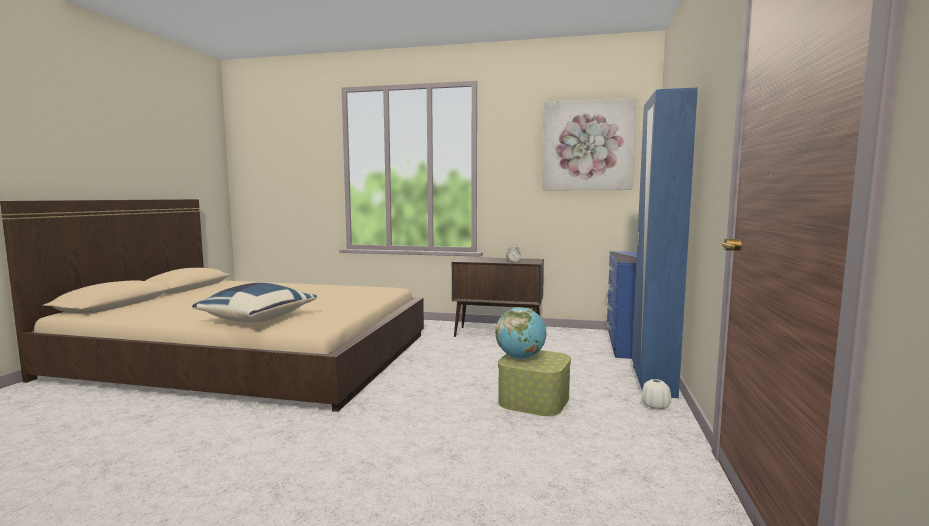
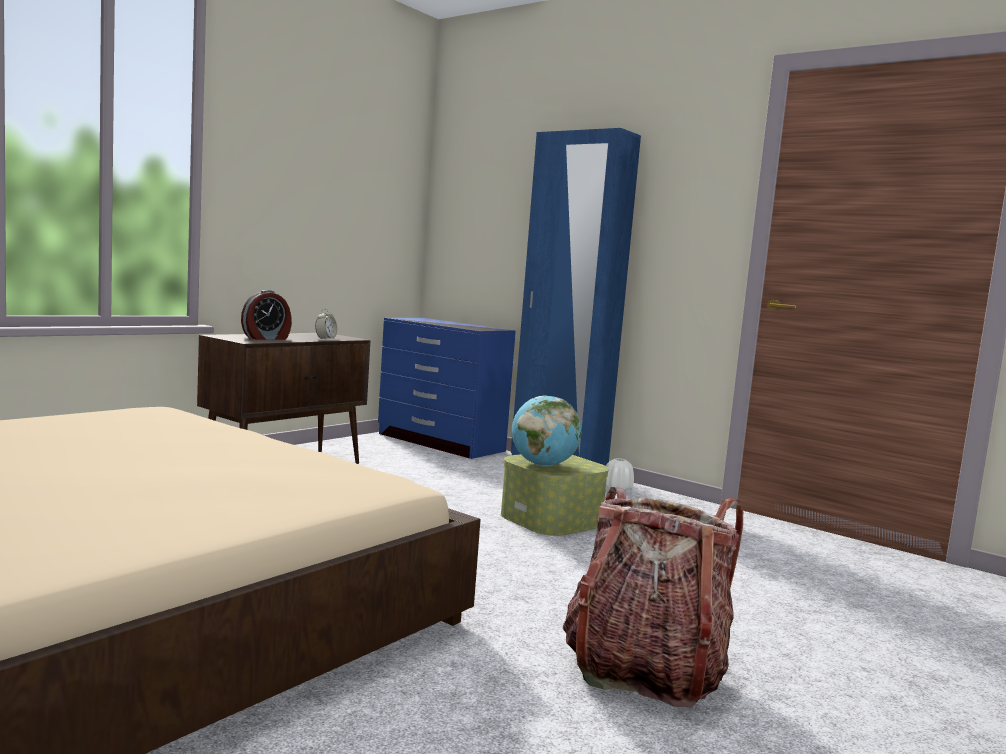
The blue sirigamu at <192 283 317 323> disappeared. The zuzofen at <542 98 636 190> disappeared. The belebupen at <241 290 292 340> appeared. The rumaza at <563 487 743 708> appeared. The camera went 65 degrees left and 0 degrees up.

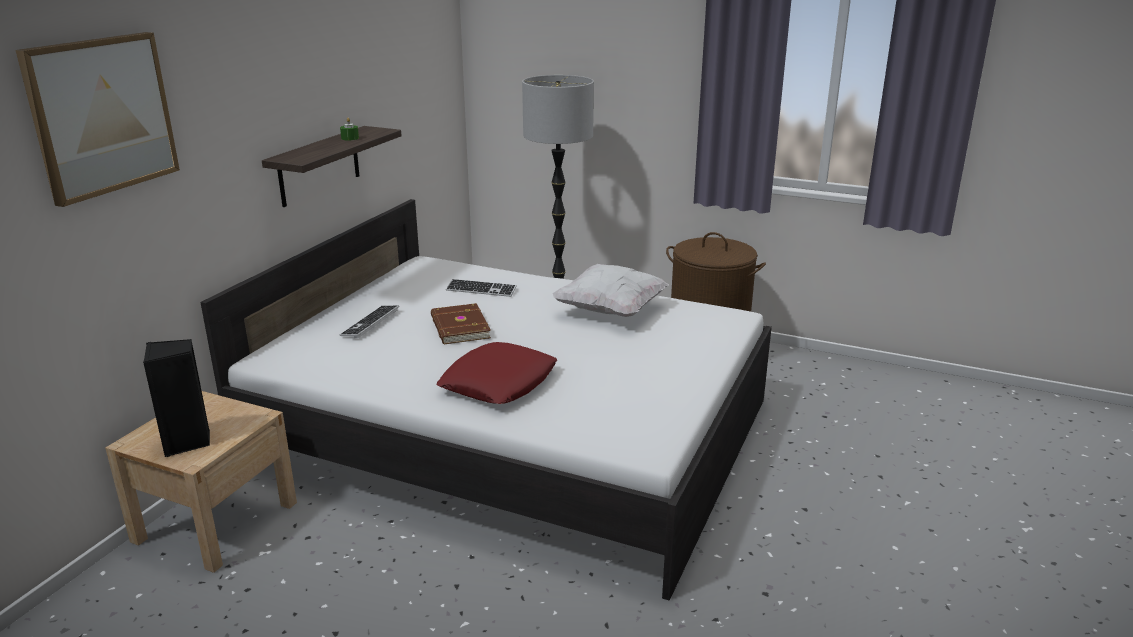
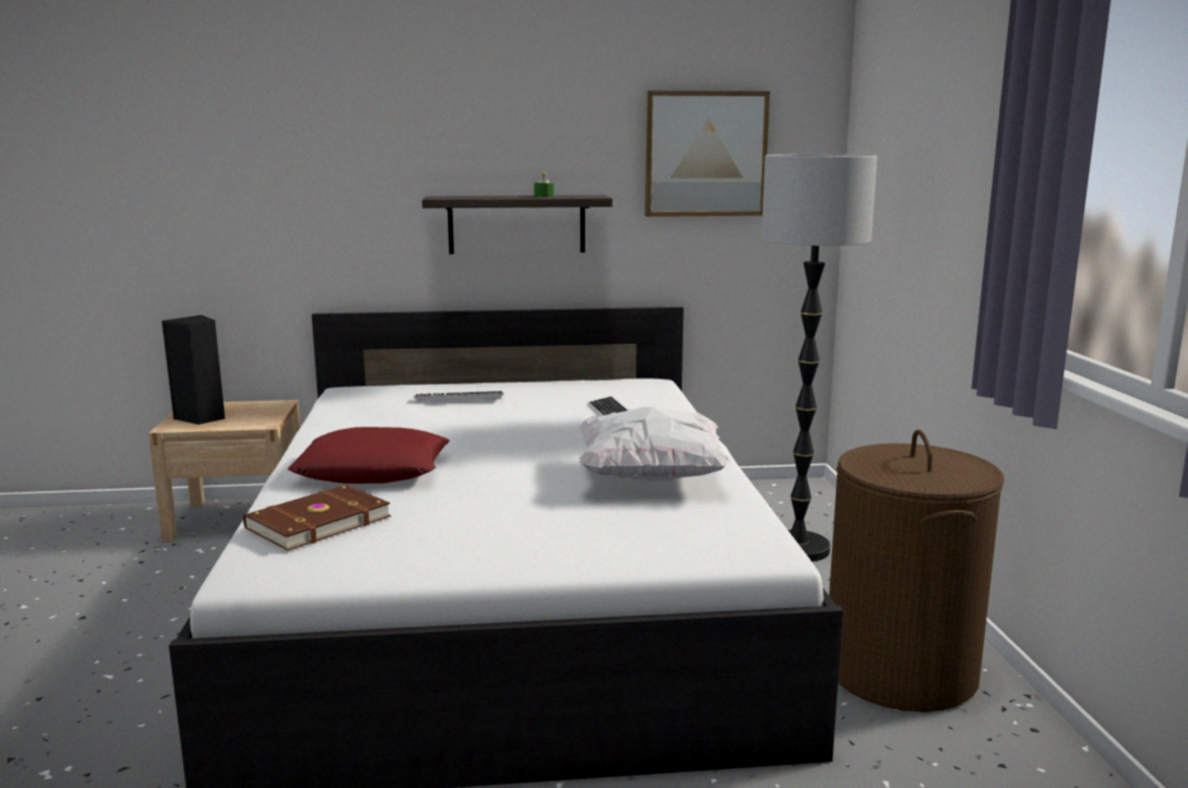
The zuzofen moved from <16 32 180 207> to <645 91 770 217>. The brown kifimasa moved from <431 303 491 344> to <243 485 391 551>. The camera went 60 degrees right and 10 degrees down.

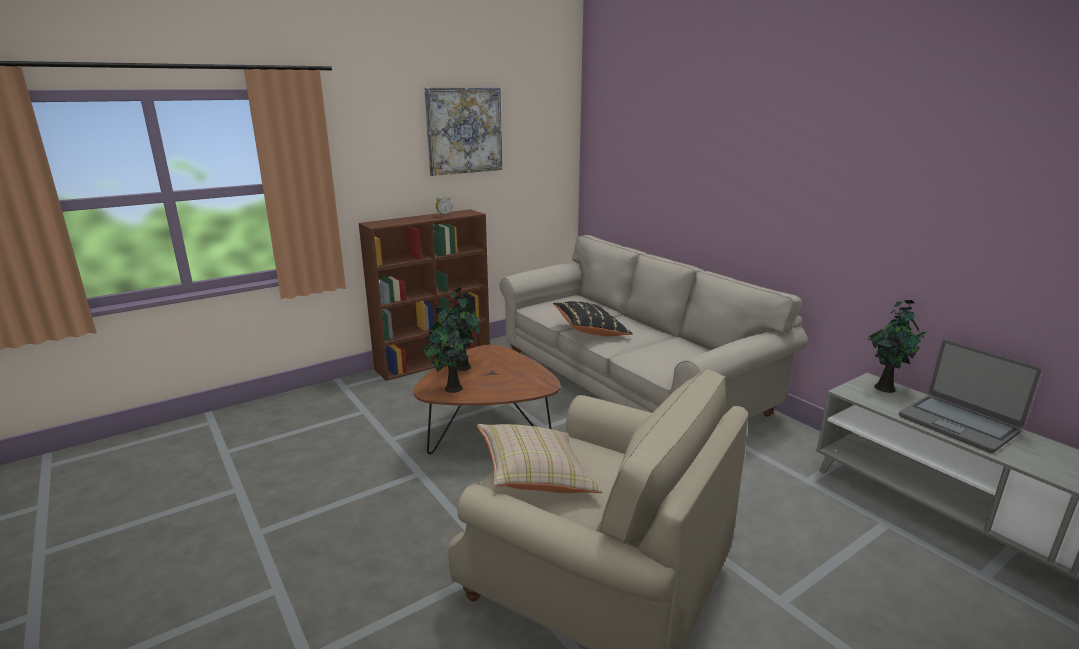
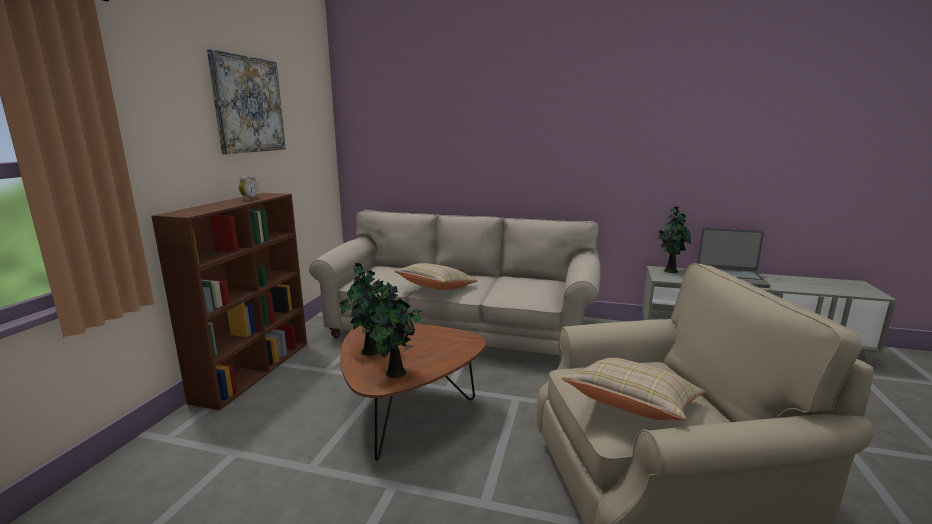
The black sirigamu at <553 301 632 337> became the beige sirigamu at <394 263 478 290>. The camera went 40 degrees left and 5 degrees down.

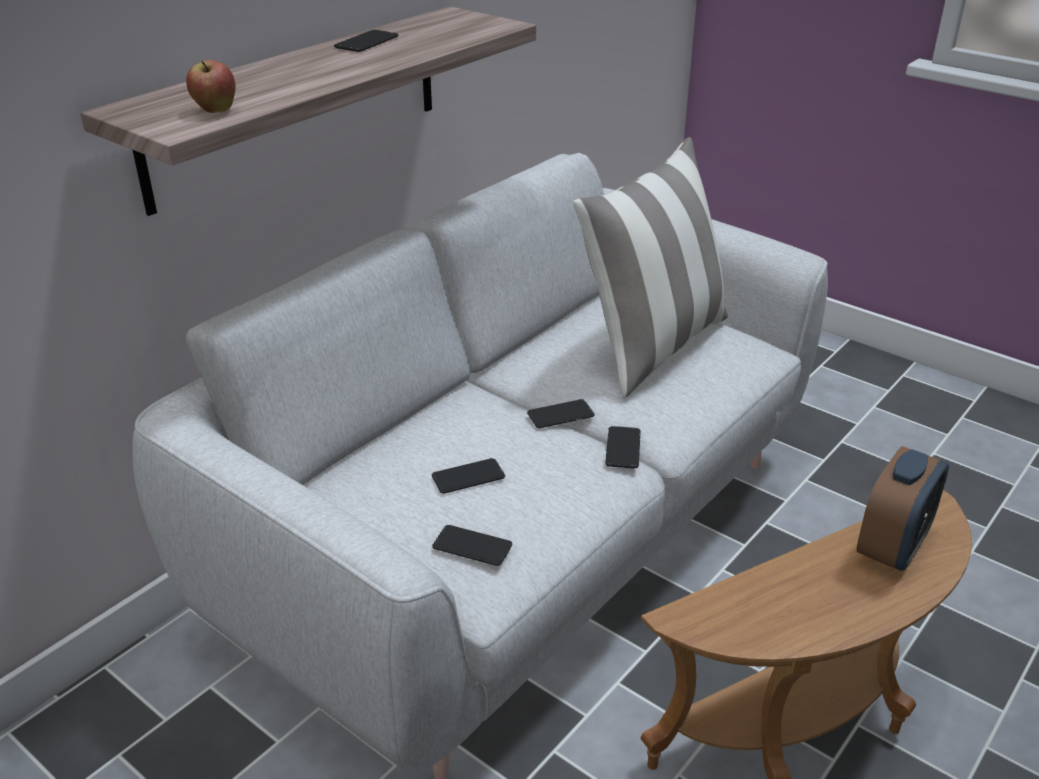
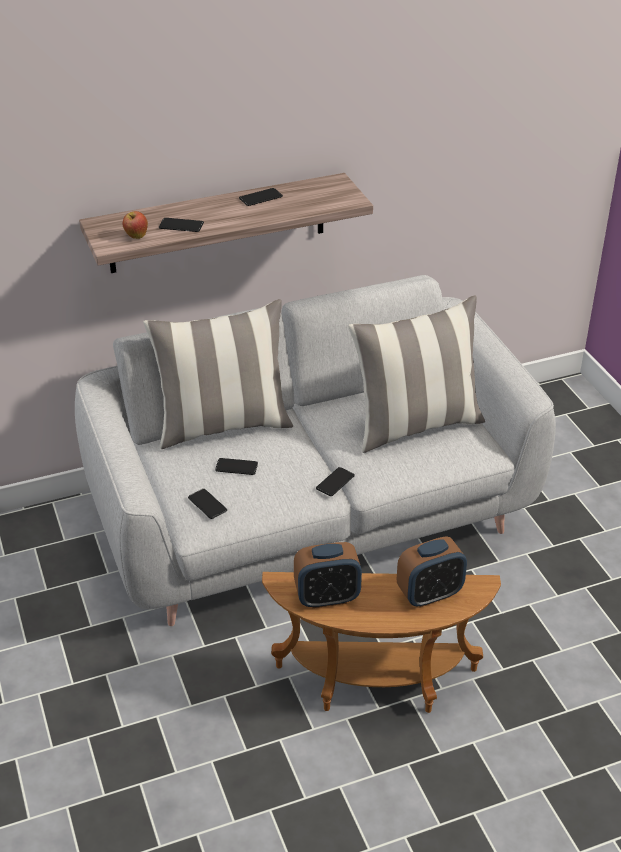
The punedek moved from <527 399 594 428> to <159 218 204 232>. The sirigamu at <143 299 293 449> appeared. The belebupen at <294 542 362 608> appeared. The camera went 30 degrees right and 5 degrees up.

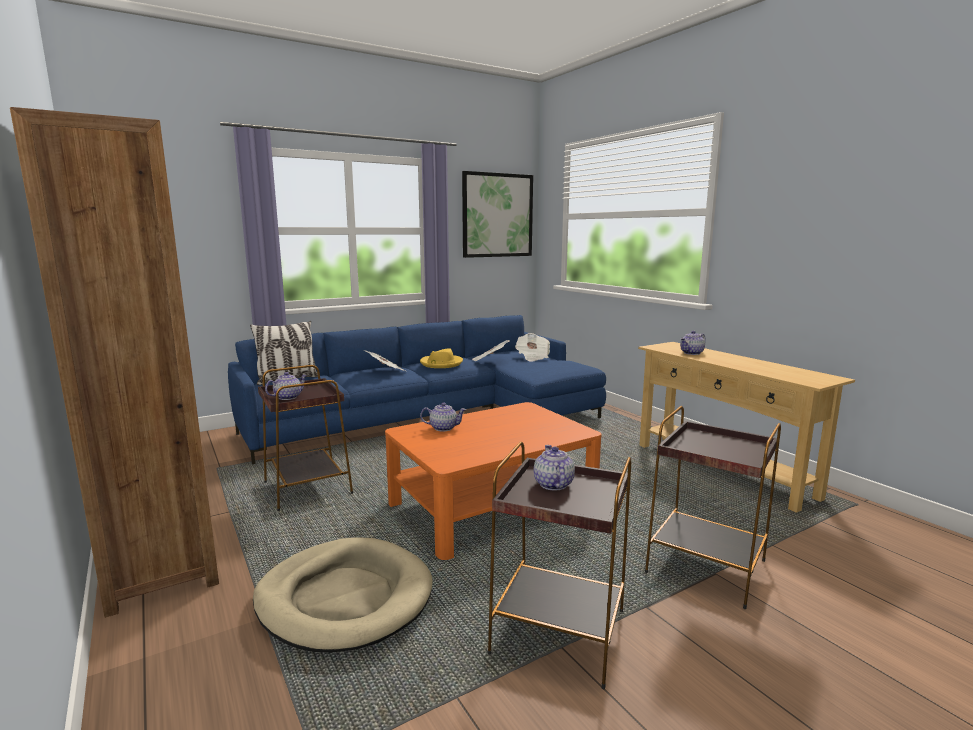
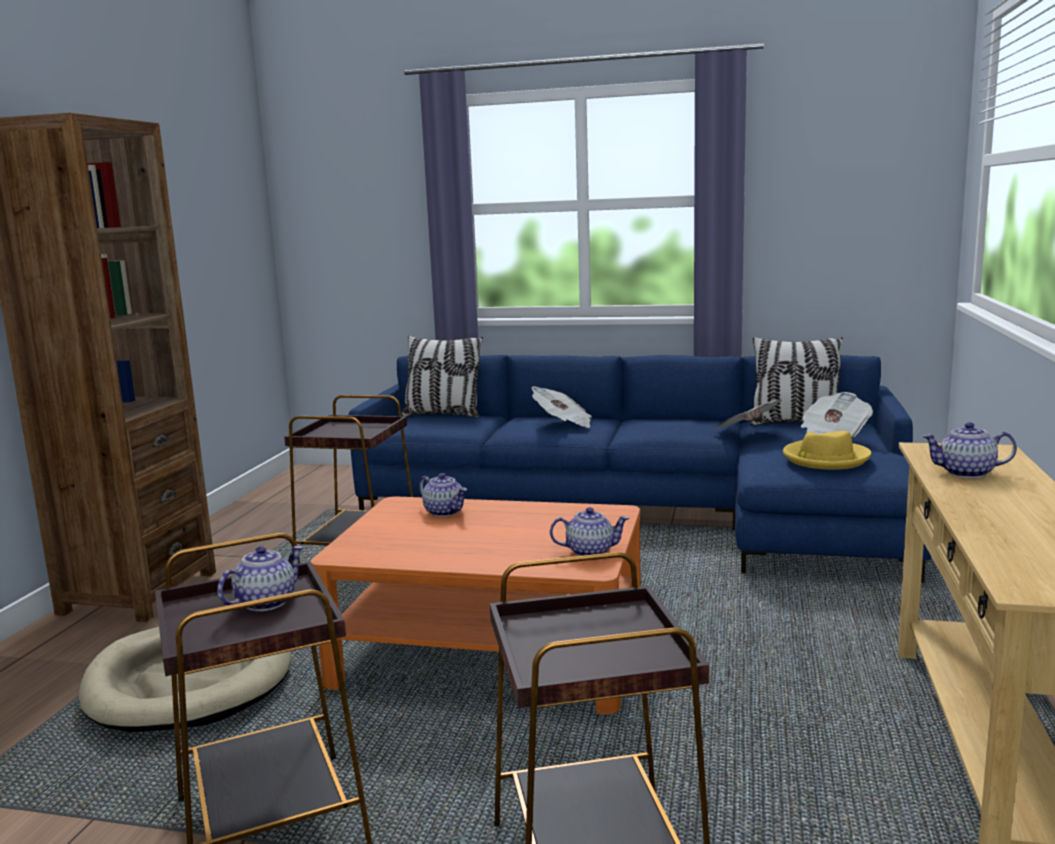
The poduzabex moved from <265 372 307 400> to <550 507 629 556>. The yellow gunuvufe moved from <420 349 463 368> to <783 431 871 469>. The zuzofen at <462 171 533 258> disappeared. The sirigamu at <750 337 843 425> appeared. The camera went 45 degrees right and 0 degrees up.

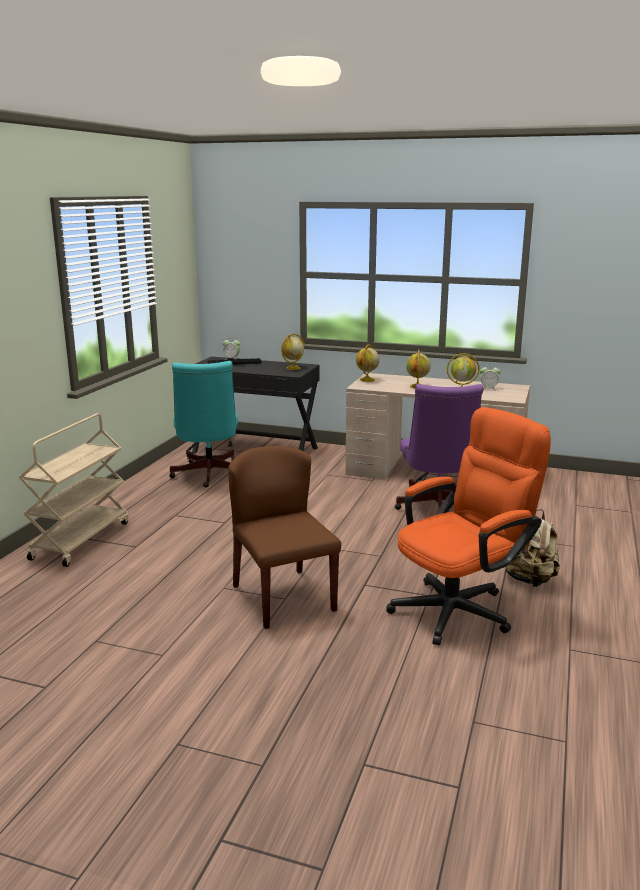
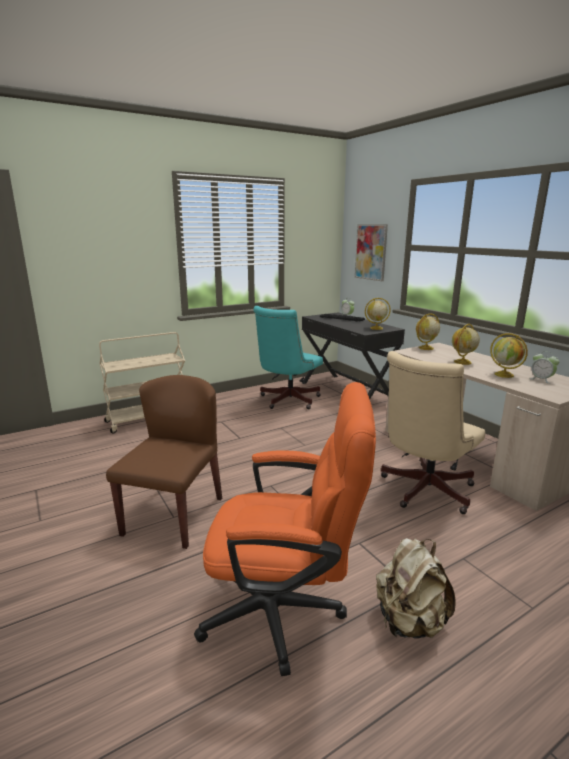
The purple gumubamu at <395 384 483 510> became the beige gumubamu at <381 351 485 514>. The zuzofen at <355 224 388 281> appeared. The camera went 40 degrees right and 0 degrees up.

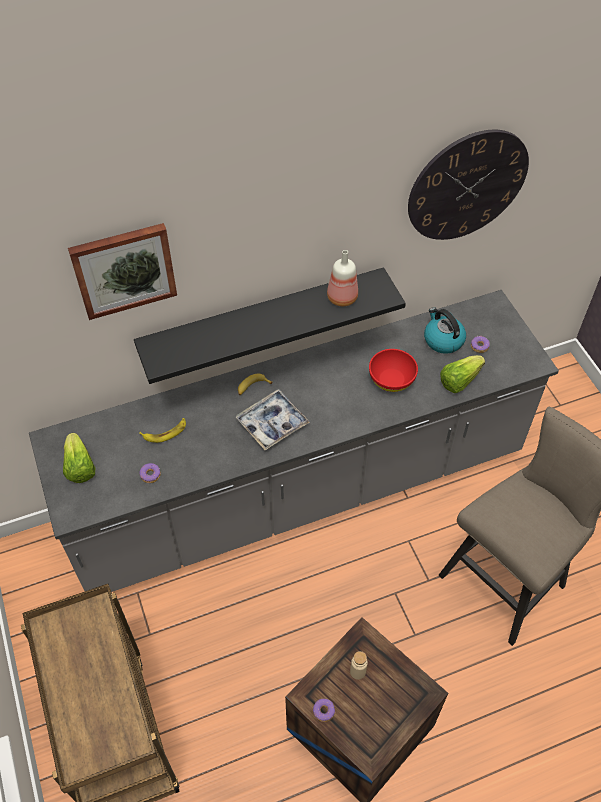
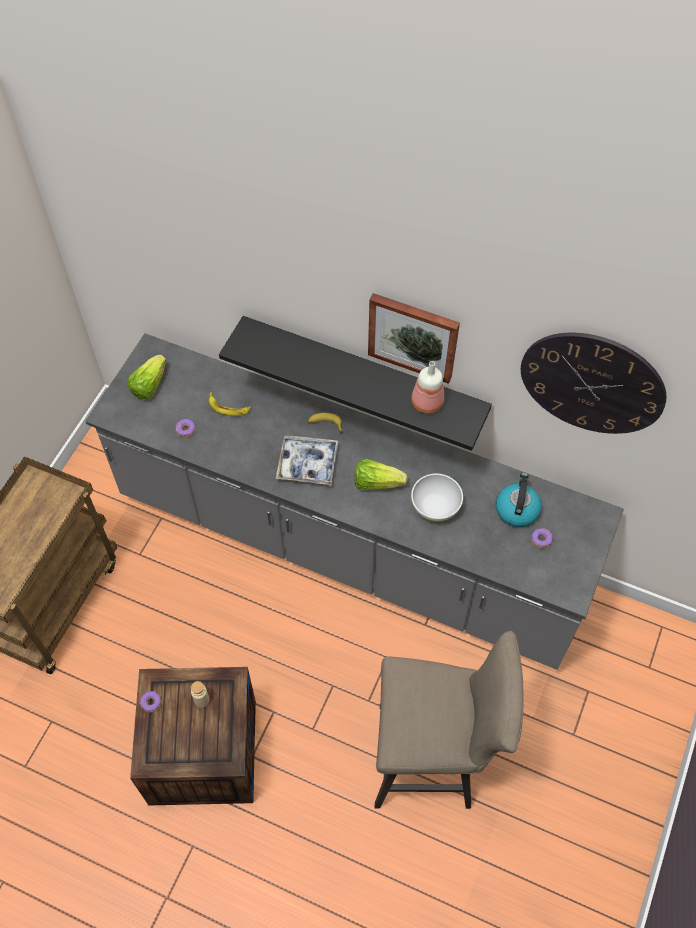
The zuzofen moved from <68 223 177 320> to <368 293 460 384>. The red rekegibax at <369 349 418 392> became the white rekegibax at <411 474 463 522>. The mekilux moved from <440 355 485 393> to <355 459 408 490>. The camera went 45 degrees right and 5 degrees up.

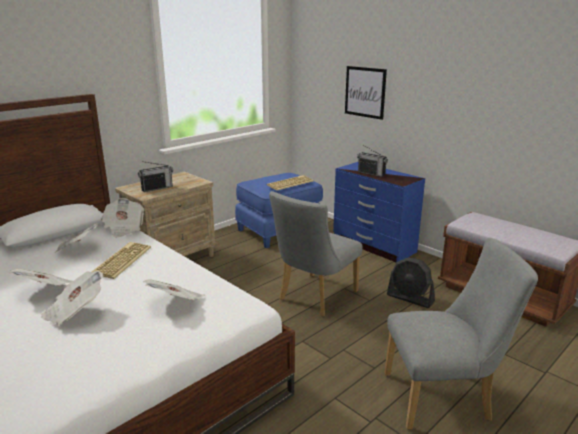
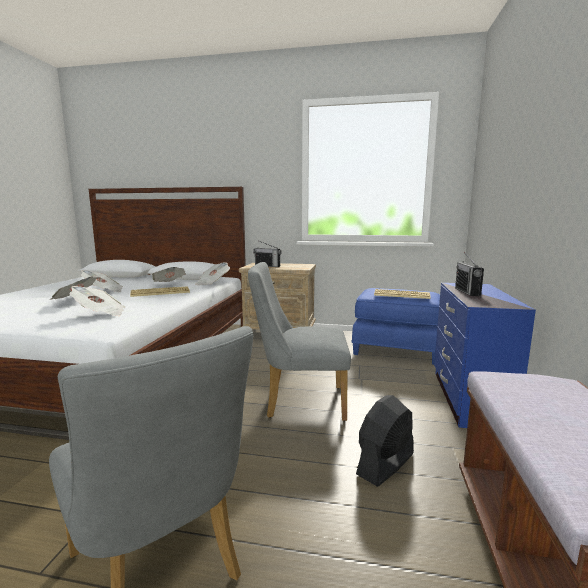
The zuzofen at <345 66 387 120> disappeared. The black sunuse at <387 257 435 308> turned 45 degrees clockwise. The camera went 55 degrees right and 10 degrees down.

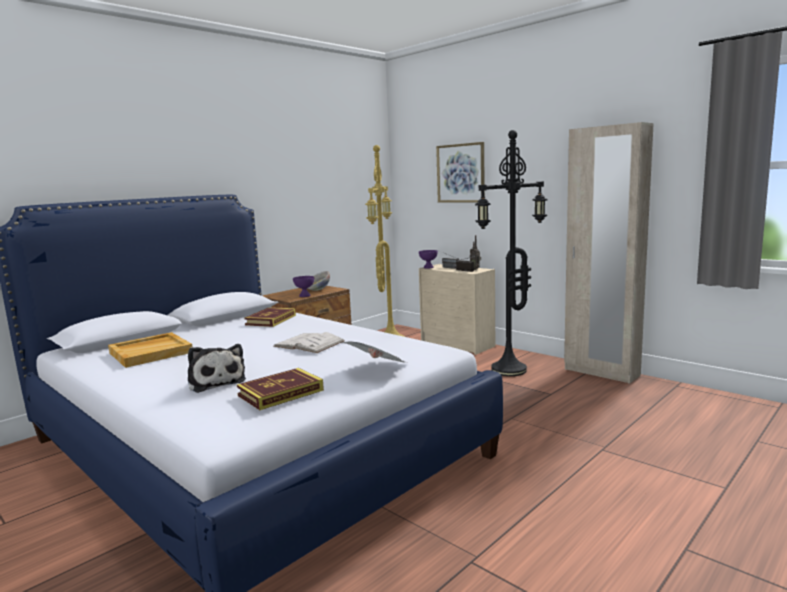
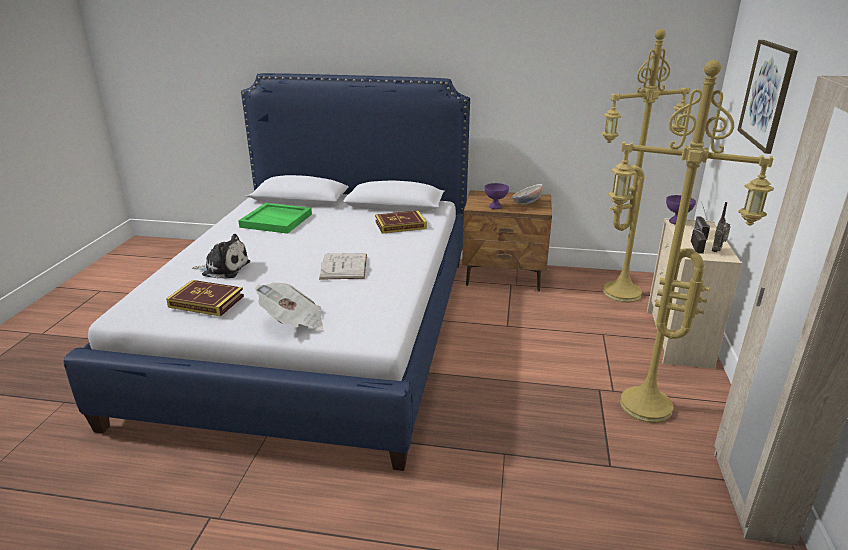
The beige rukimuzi at <108 332 192 368> became the green rukimuzi at <239 203 312 234>. The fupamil at <188 344 246 393> turned 105 degrees counterclockwise. The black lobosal at <475 130 547 376> became the yellow lobosal at <608 60 774 423>. The camera went 55 degrees right and 15 degrees up.

